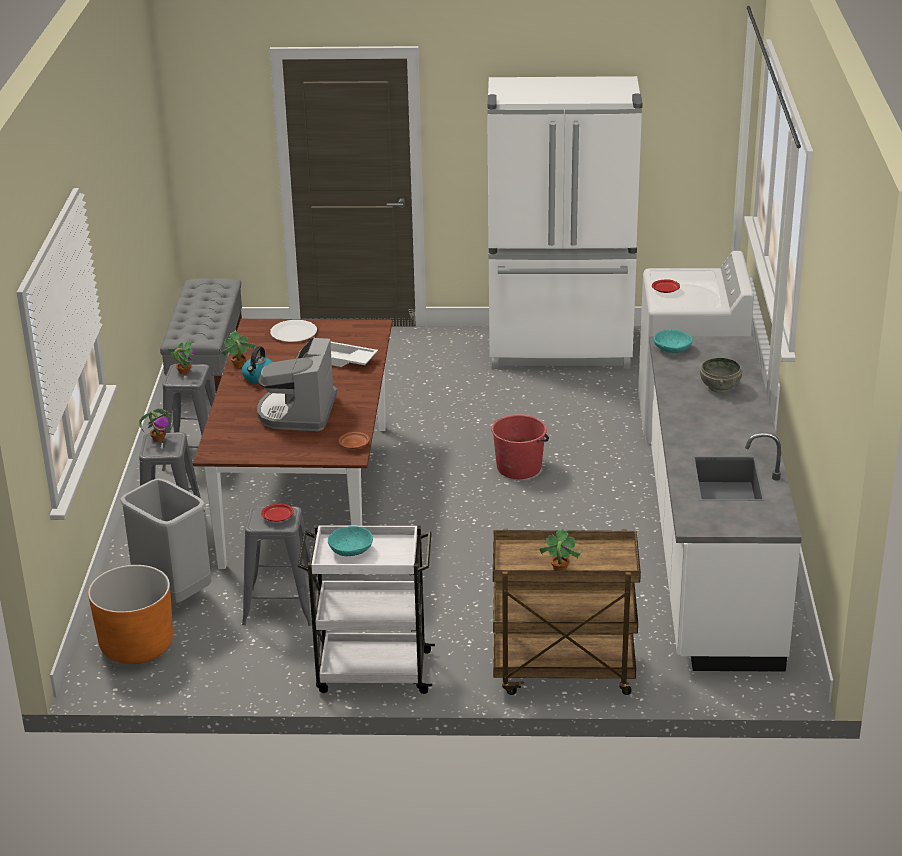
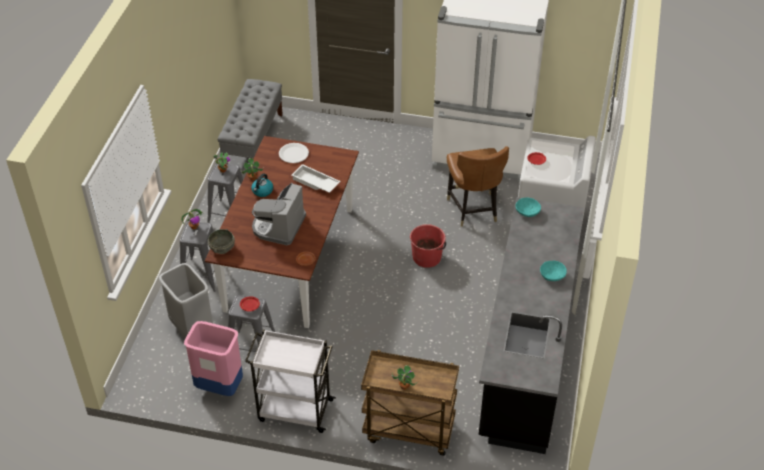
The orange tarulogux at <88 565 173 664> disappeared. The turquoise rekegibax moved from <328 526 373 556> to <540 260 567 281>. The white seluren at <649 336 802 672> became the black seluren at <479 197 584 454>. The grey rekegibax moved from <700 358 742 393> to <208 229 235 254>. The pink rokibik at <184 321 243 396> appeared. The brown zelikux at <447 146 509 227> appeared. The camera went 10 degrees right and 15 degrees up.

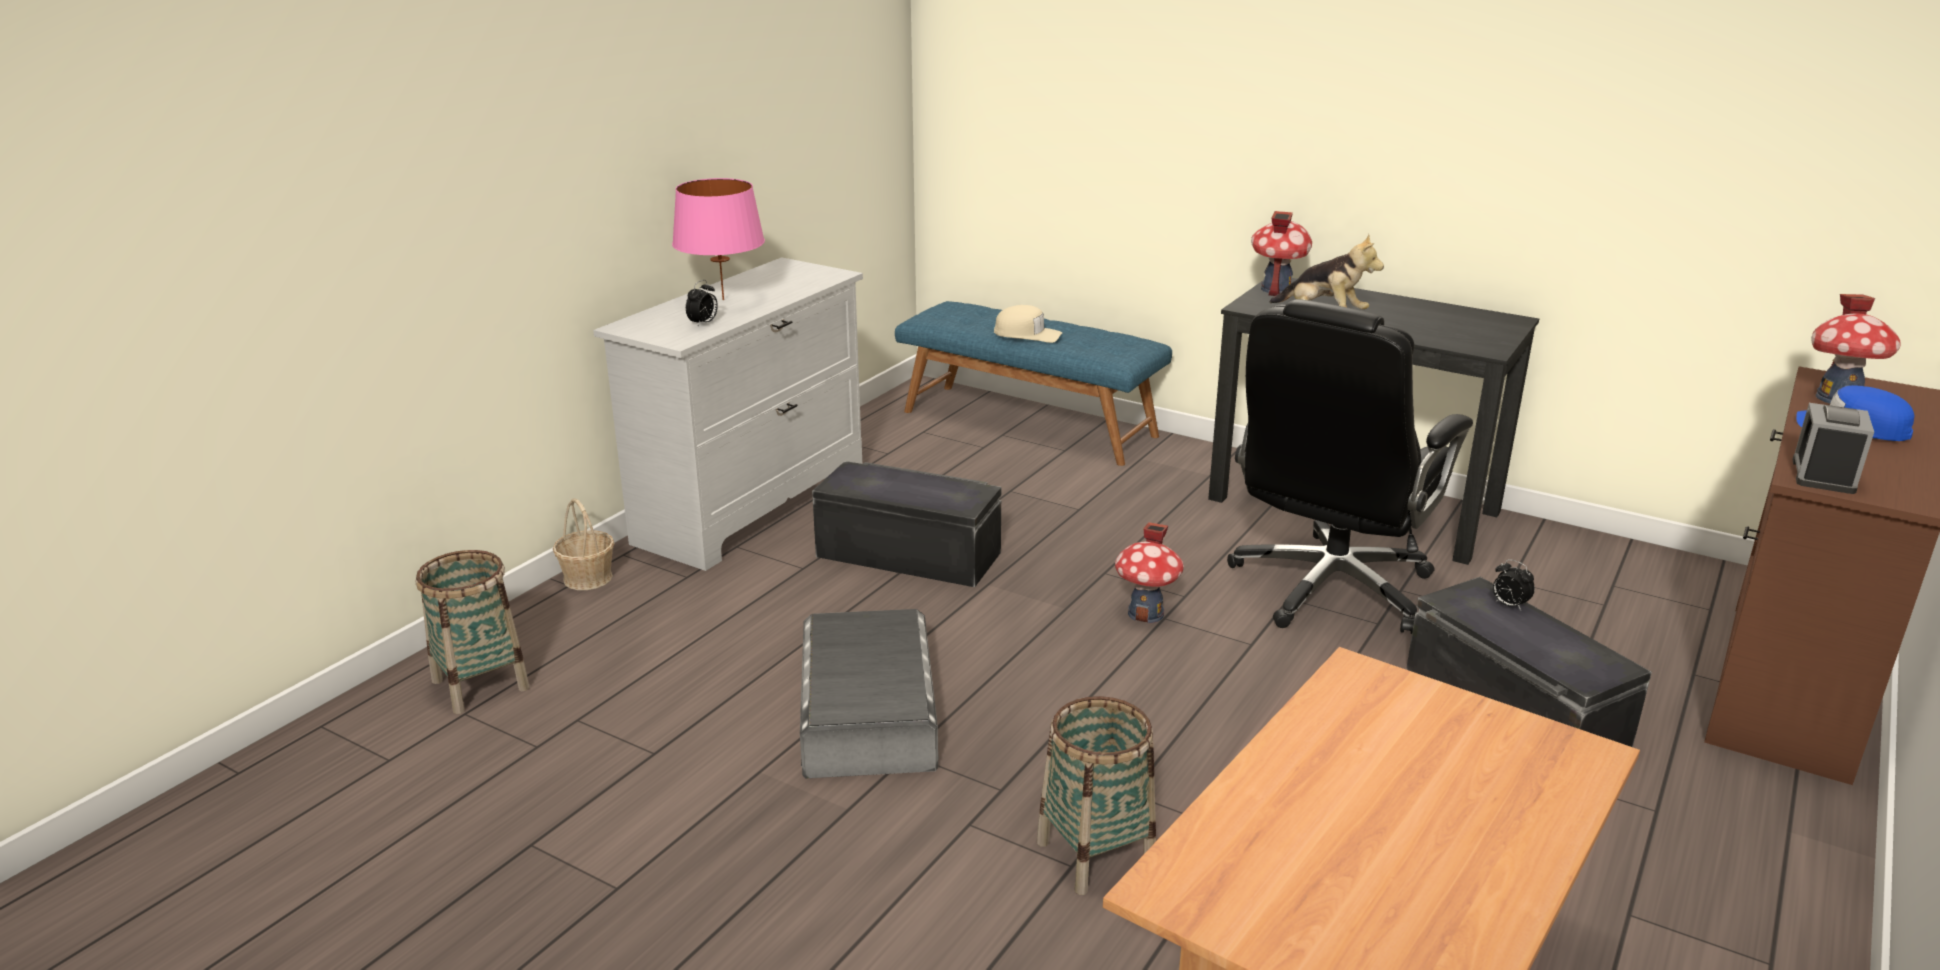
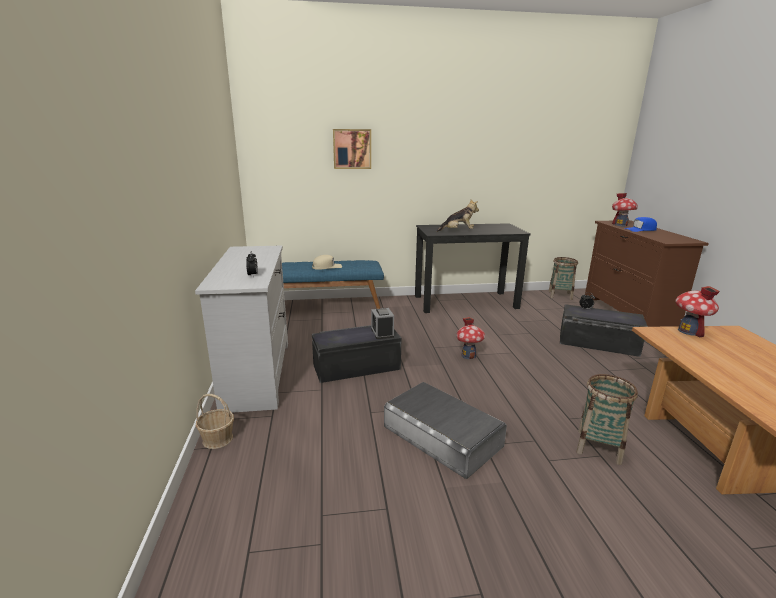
The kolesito moved from <416 550 530 714> to <548 257 578 300>. The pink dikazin at <672 178 765 300> disappeared. The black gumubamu at <1227 299 1473 634> disappeared. The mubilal moved from <1251 211 1312 296> to <675 286 720 337>. The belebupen moved from <1792 403 1874 494> to <371 308 394 339>. The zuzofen at <333 129 371 169> appeared. The camera went 40 degrees left and 5 degrees down.

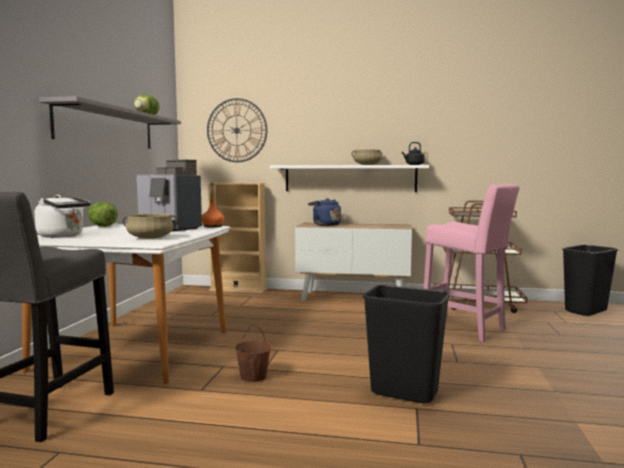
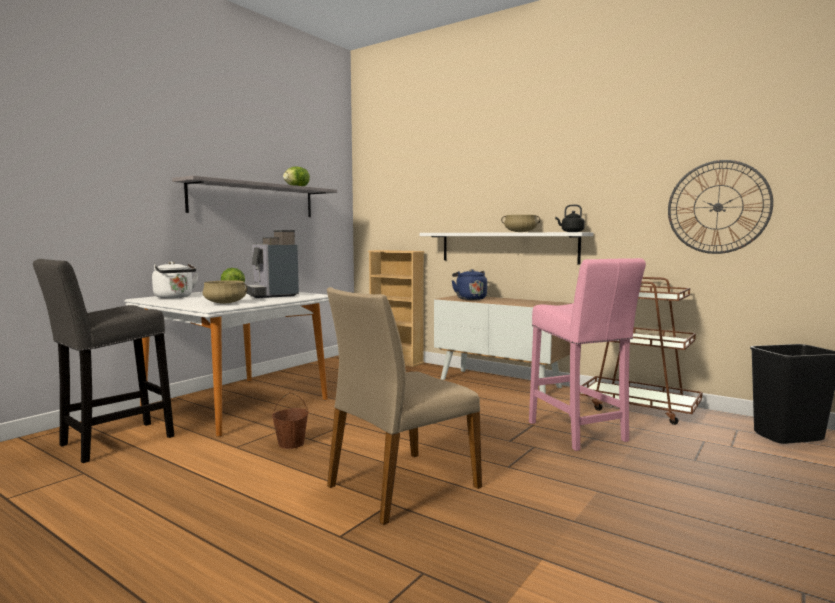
The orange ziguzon at <202 183 225 227> disappeared. The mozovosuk moved from <207 98 267 162> to <668 160 773 254>. The black rokibik at <363 285 450 403> was replaced by the beige zelikux at <327 287 482 525>. The camera went 25 degrees right and 0 degrees up.

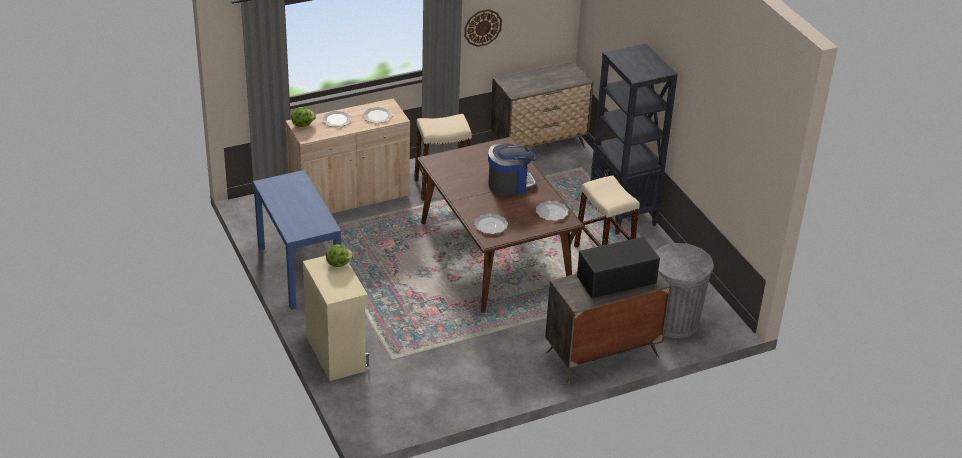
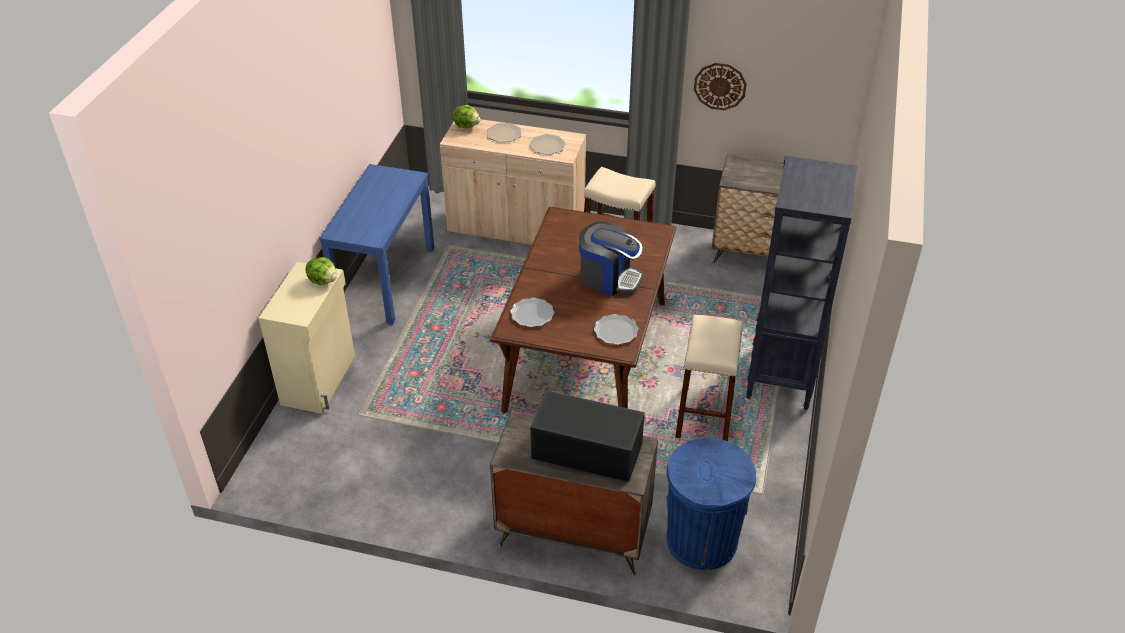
The grey rokibik at <656 243 714 338> became the blue rokibik at <666 438 756 570>. The camera went 40 degrees right and 5 degrees up.

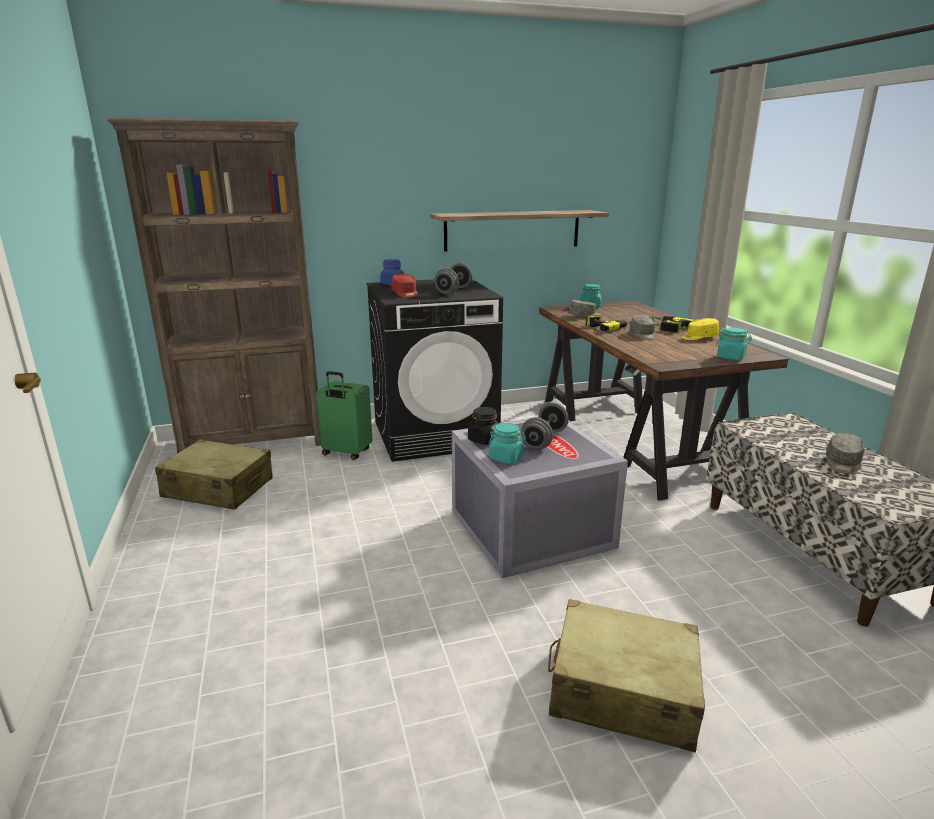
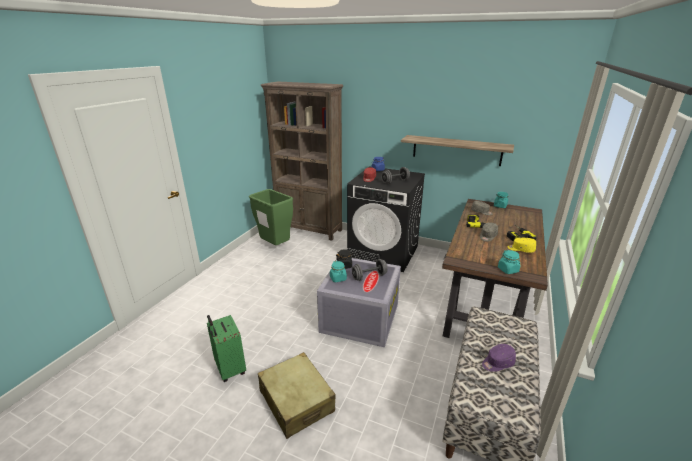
The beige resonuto at <155 439 273 510> was replaced by the green rokibik at <249 189 293 245>. The green resonuto moved from <316 371 373 460> to <207 315 246 382>. The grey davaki at <826 433 865 474> became the purple davaki at <482 344 516 372>. The camera went 40 degrees right and 5 degrees up.

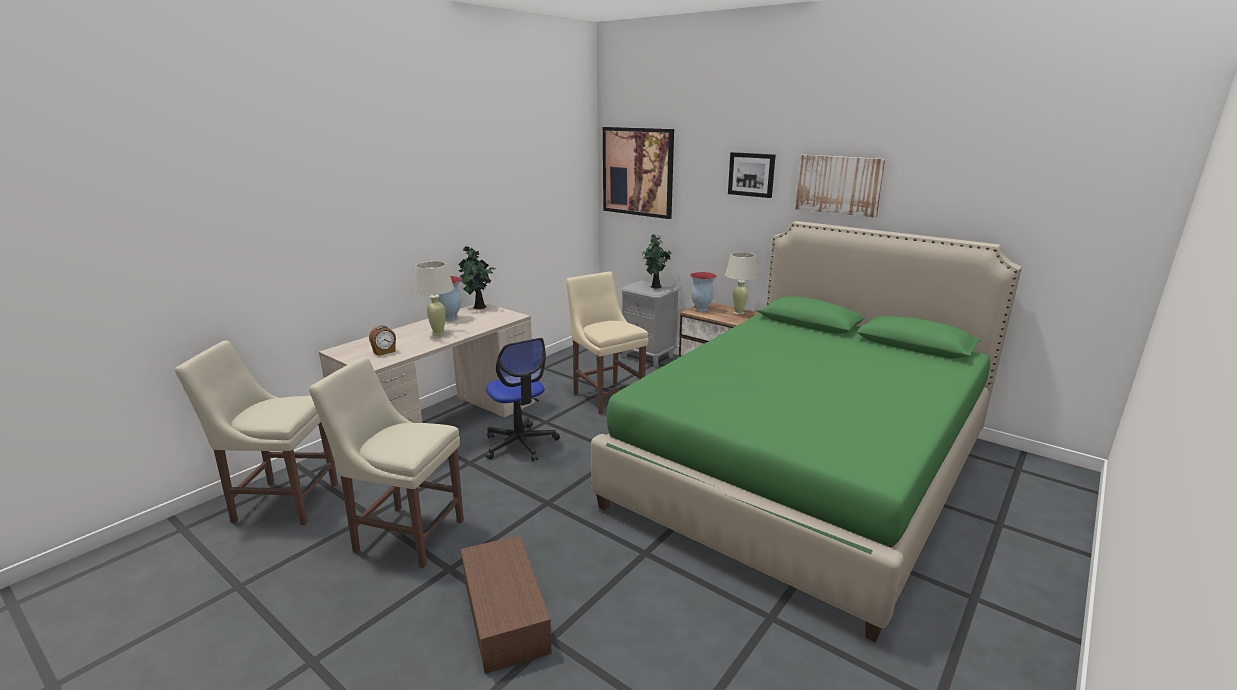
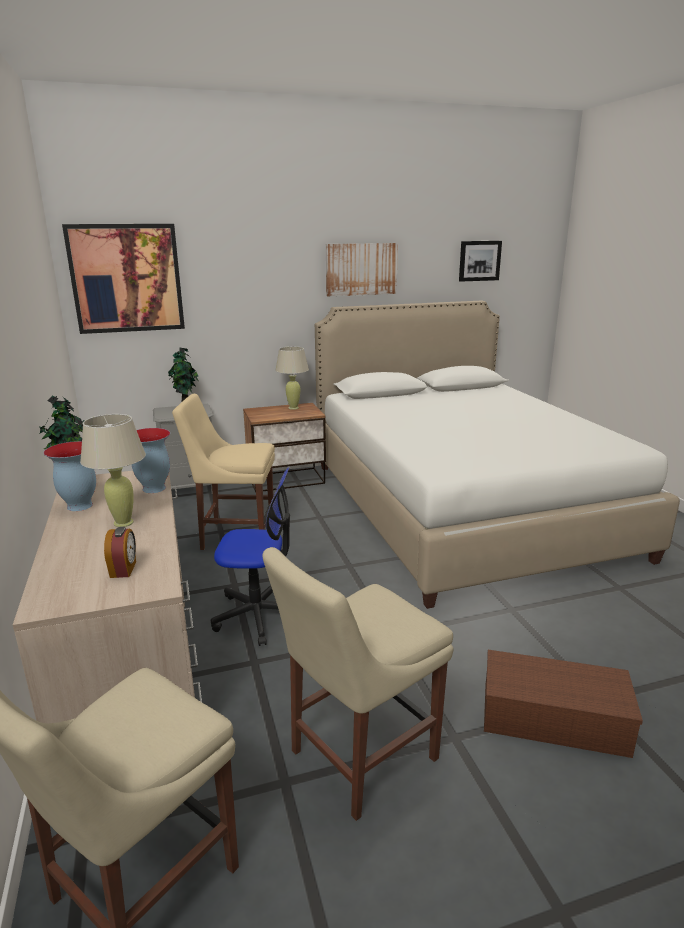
The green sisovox at <591 221 1022 643> became the white sisovox at <315 300 680 609>. The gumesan moved from <690 272 717 312> to <132 428 170 493>. The zuzofen moved from <728 152 776 198> to <459 241 502 282>. The camera went 55 degrees left and 0 degrees up.

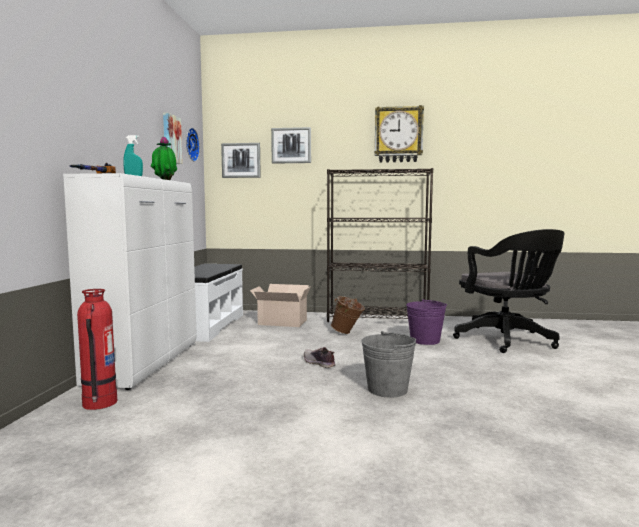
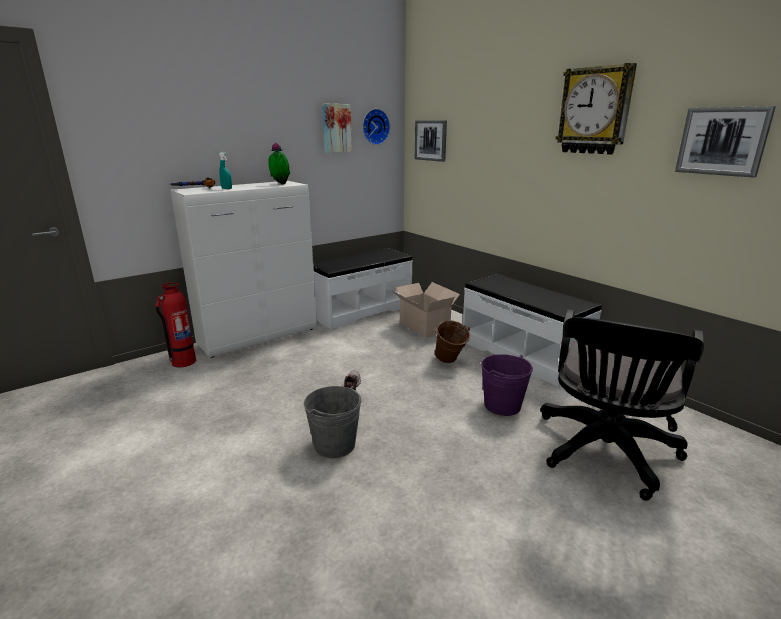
The zuzofen moved from <271 127 311 164> to <675 106 776 178>. The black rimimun at <327 168 433 322> was replaced by the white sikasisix at <463 274 602 387>. The camera went 45 degrees right and 15 degrees up.

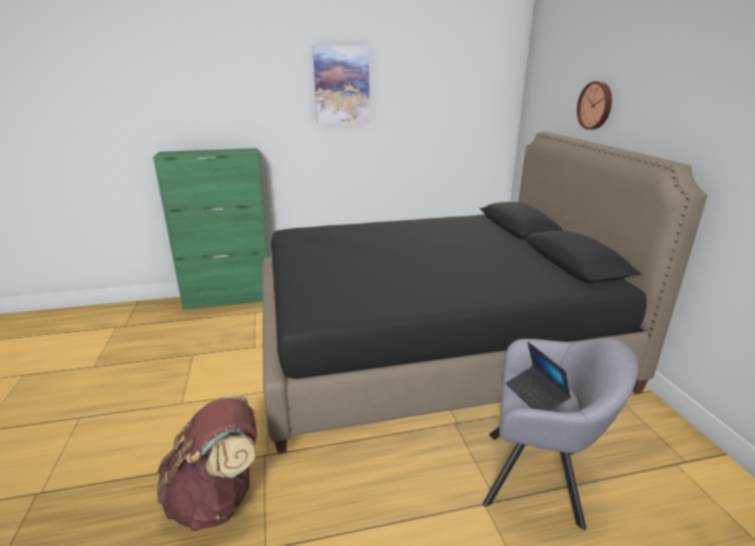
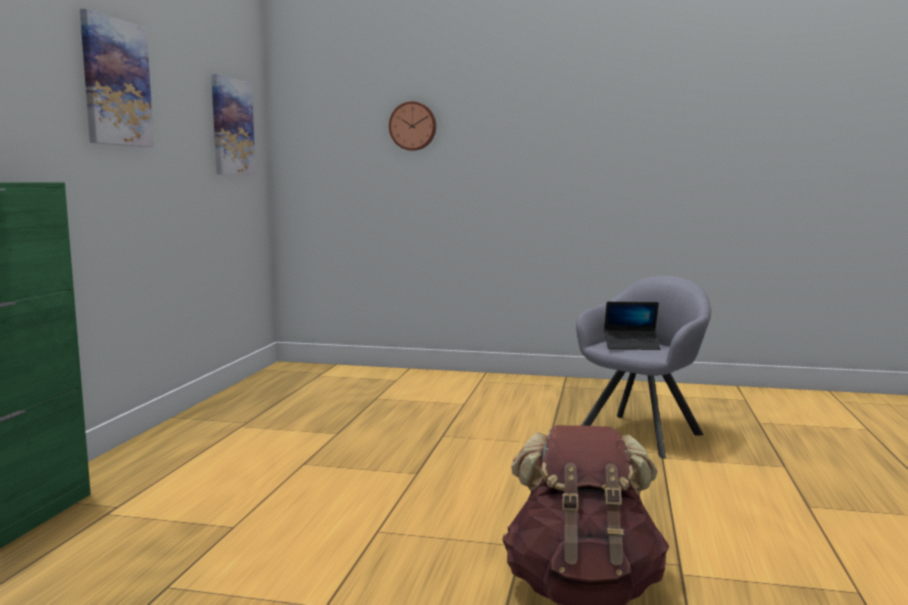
The black sisovox at <262 132 707 454> disappeared. The zuzofen at <211 74 256 175> appeared. The camera went 65 degrees left and 15 degrees down.

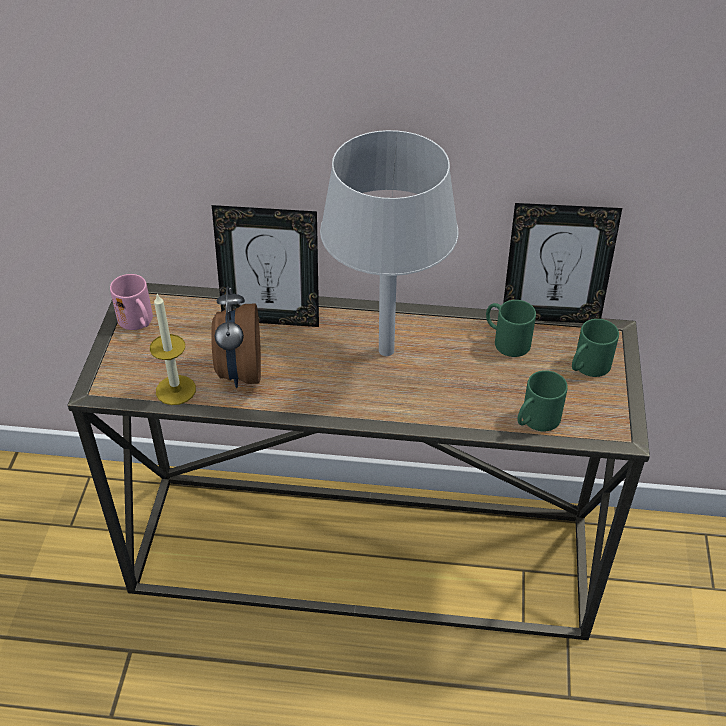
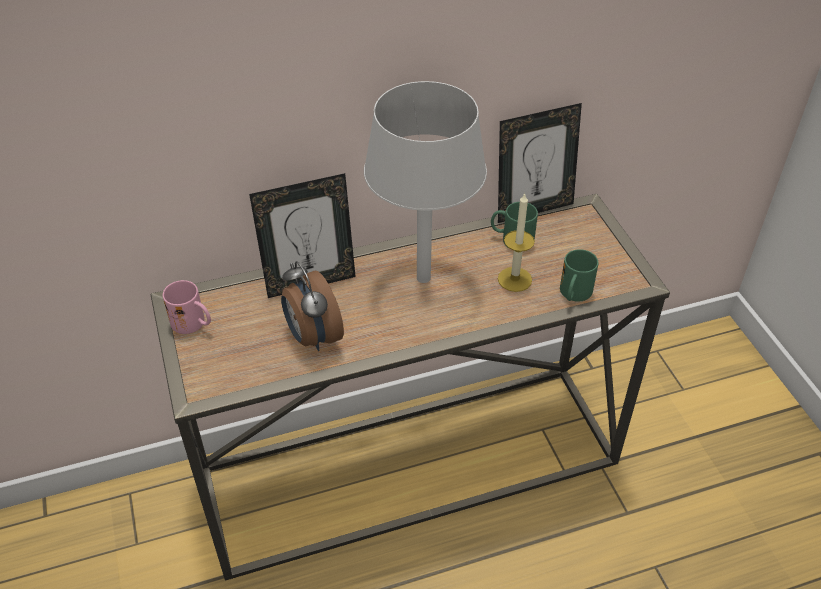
The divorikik moved from <150 294 196 405> to <498 194 535 292>. The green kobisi at <572 319 619 377> disappeared. The camera went 25 degrees left and 0 degrees up.

